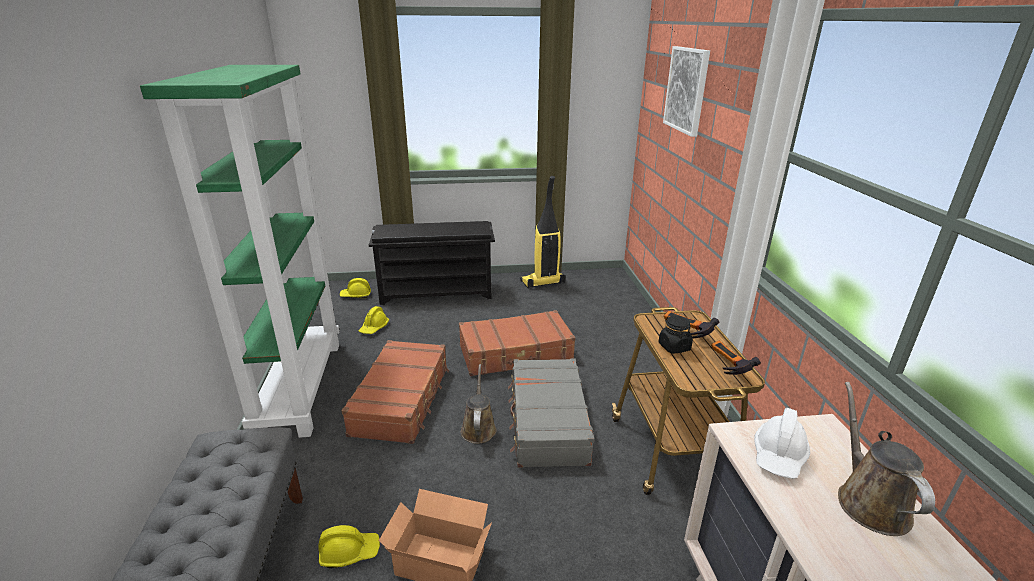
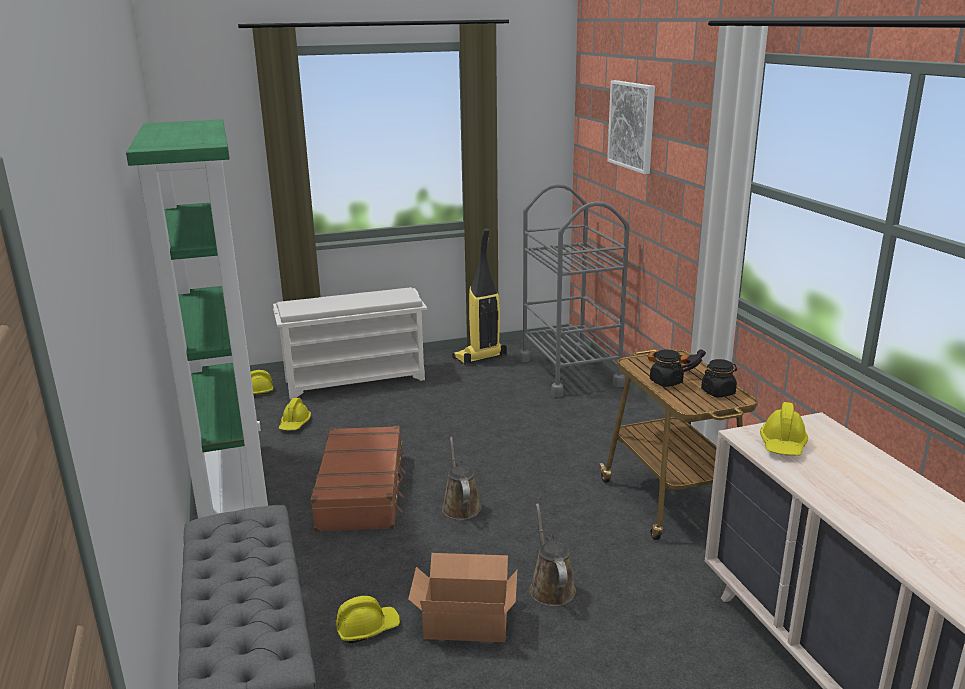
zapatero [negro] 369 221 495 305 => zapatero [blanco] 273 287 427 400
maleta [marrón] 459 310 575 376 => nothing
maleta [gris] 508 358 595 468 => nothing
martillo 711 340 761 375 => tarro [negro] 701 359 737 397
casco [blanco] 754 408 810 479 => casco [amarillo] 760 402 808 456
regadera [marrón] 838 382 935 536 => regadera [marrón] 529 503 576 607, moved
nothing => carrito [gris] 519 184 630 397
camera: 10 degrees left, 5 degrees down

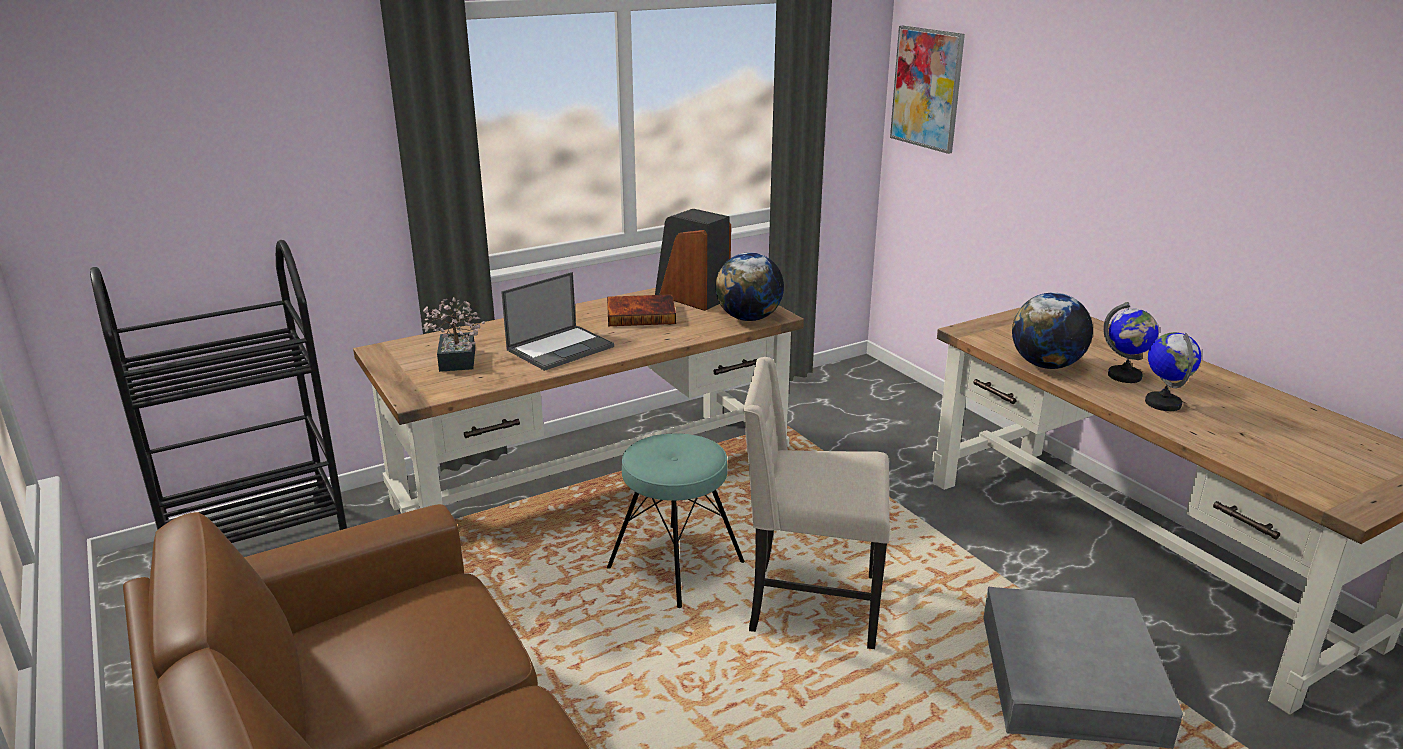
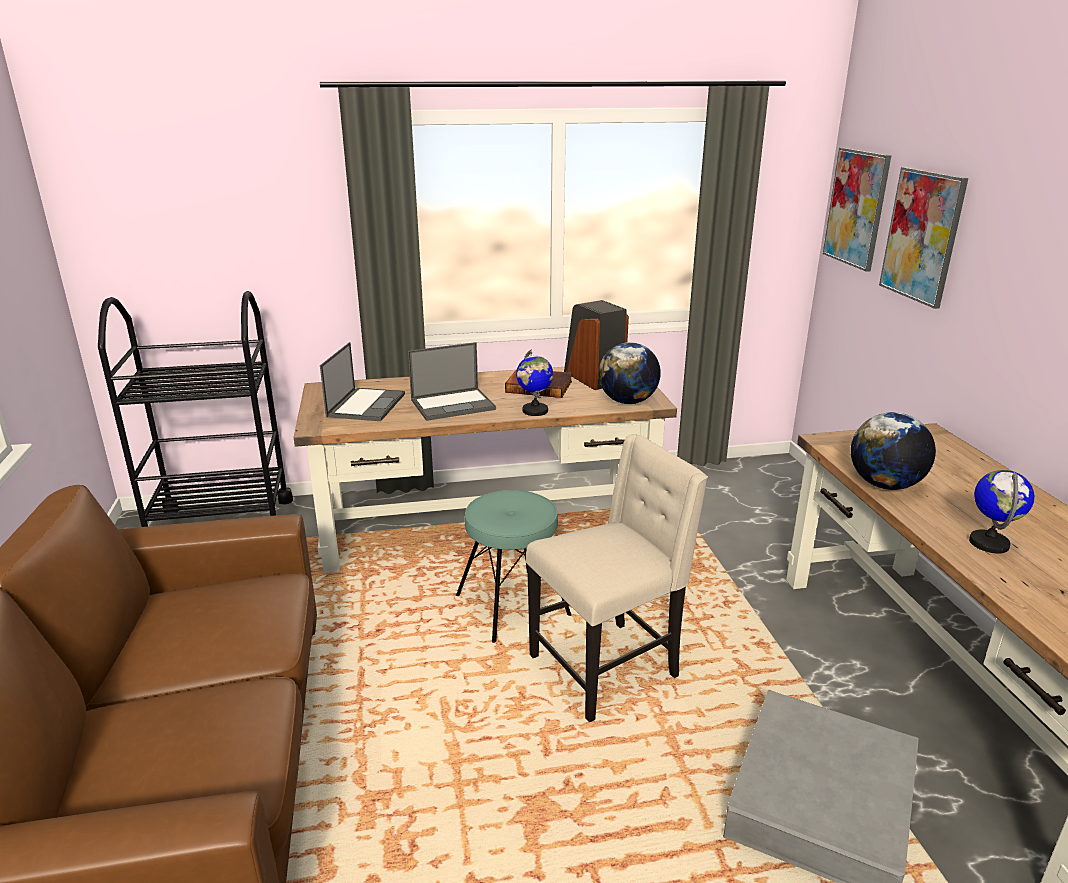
planta en maceta 423 297 485 372 => portátil 320 342 405 421
silla [beis] 743 357 890 649 => silla [beis] 526 434 708 723, 120 degrees clockwise
globo terráqueo 1103 302 1159 383 => globo terráqueo 516 349 553 416, moved
nothing => cuadro 879 167 968 309
camera: 20 degrees right, 0 degrees up

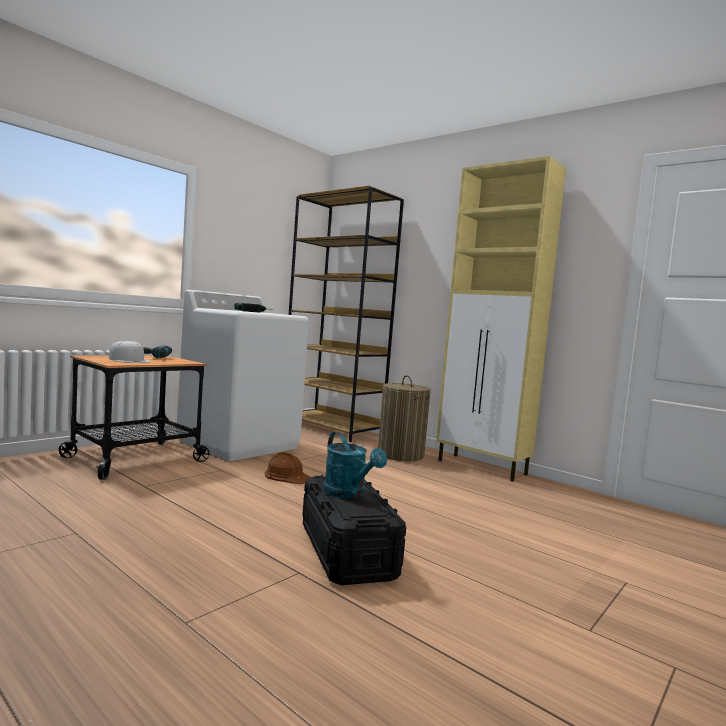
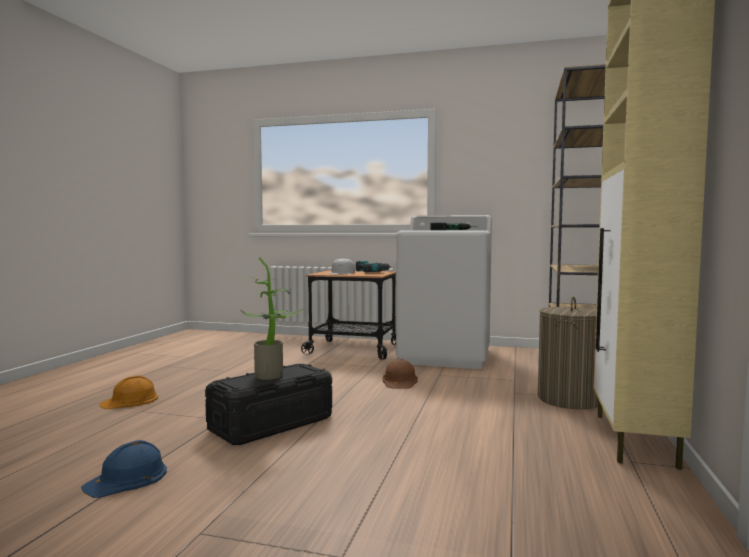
regadera [turquesa] 324 432 387 498 => planta en maceta 240 257 304 380
nothing => casco [azul] 81 440 167 498
nothing => casco [naranja] 99 376 158 409
camera: 65 degrees right, 0 degrees up

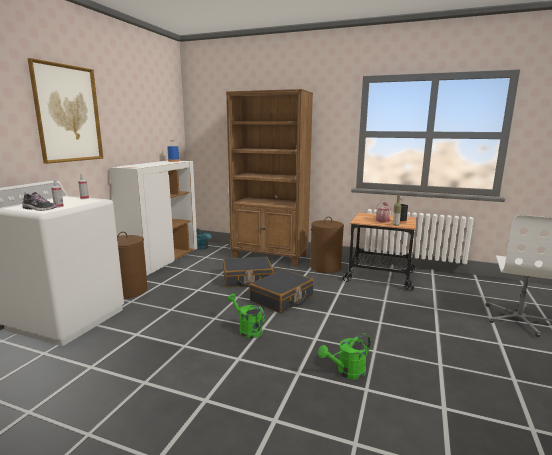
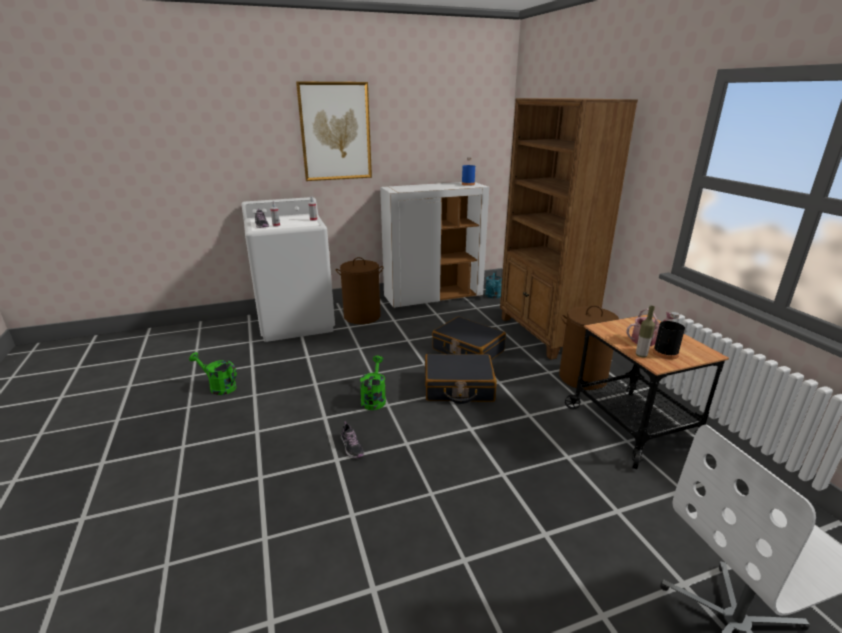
regadera [verde] 318 333 371 380 => regadera [verde] 189 352 237 395, moved
nothing => zapato 340 421 364 458
camera: 50 degrees right, 10 degrees up

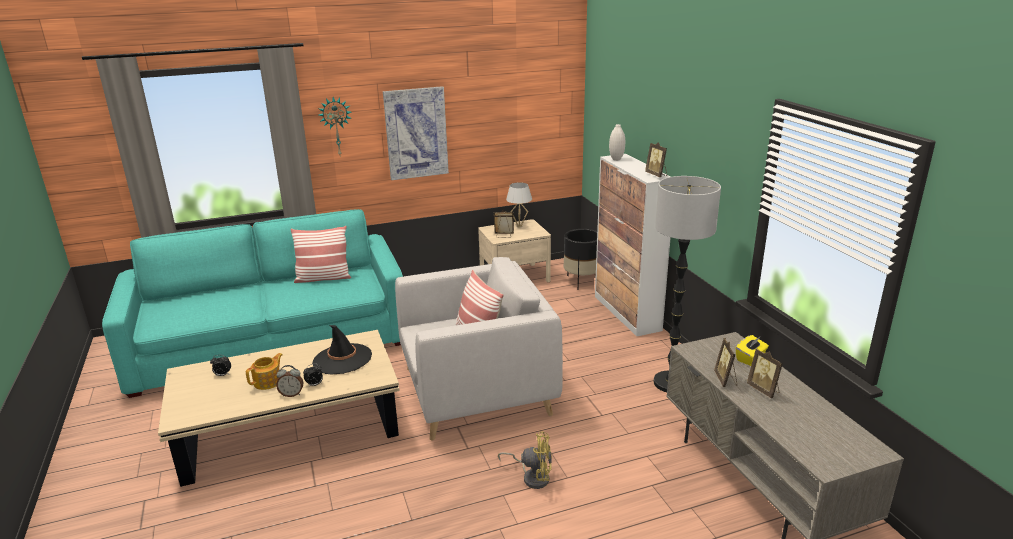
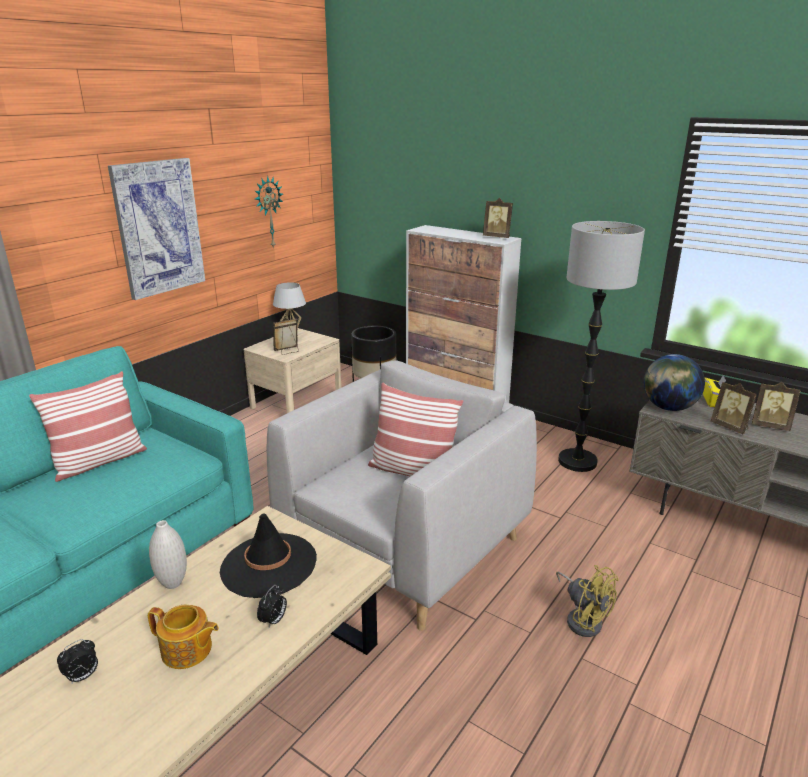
tetera 246 353 283 390 => tetera 148 605 219 669, 105 degrees clockwise
despertador 276 365 303 397 => nothing
reloj de pared 318 97 352 155 => reloj de pared 255 175 283 249, moved
ventilador [amarillo] 498 431 552 489 => ventilador [amarillo] 556 565 619 637, 75 degrees clockwise
florero [blanco] 609 124 625 161 => florero [blanco] 149 520 187 589, moved
nothing => globo terráqueo 643 354 705 411
camera: 35 degrees left, 0 degrees up

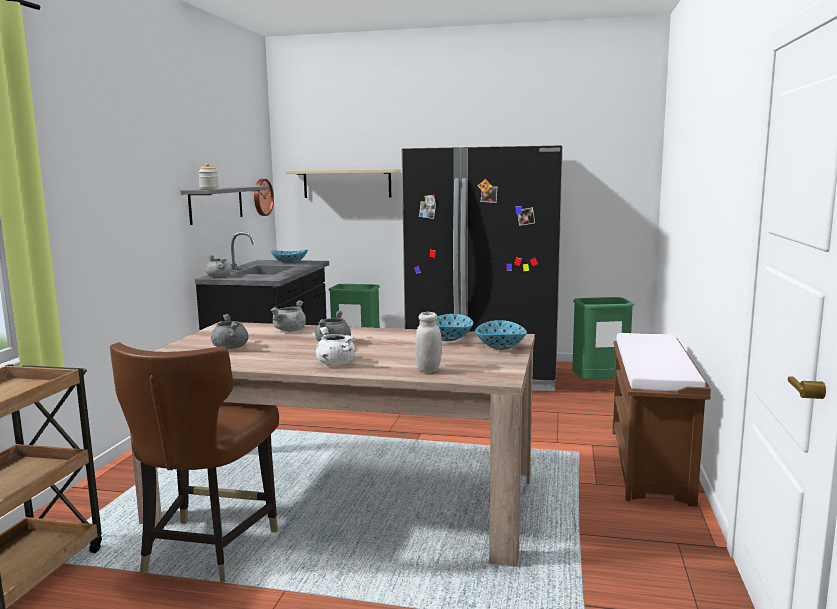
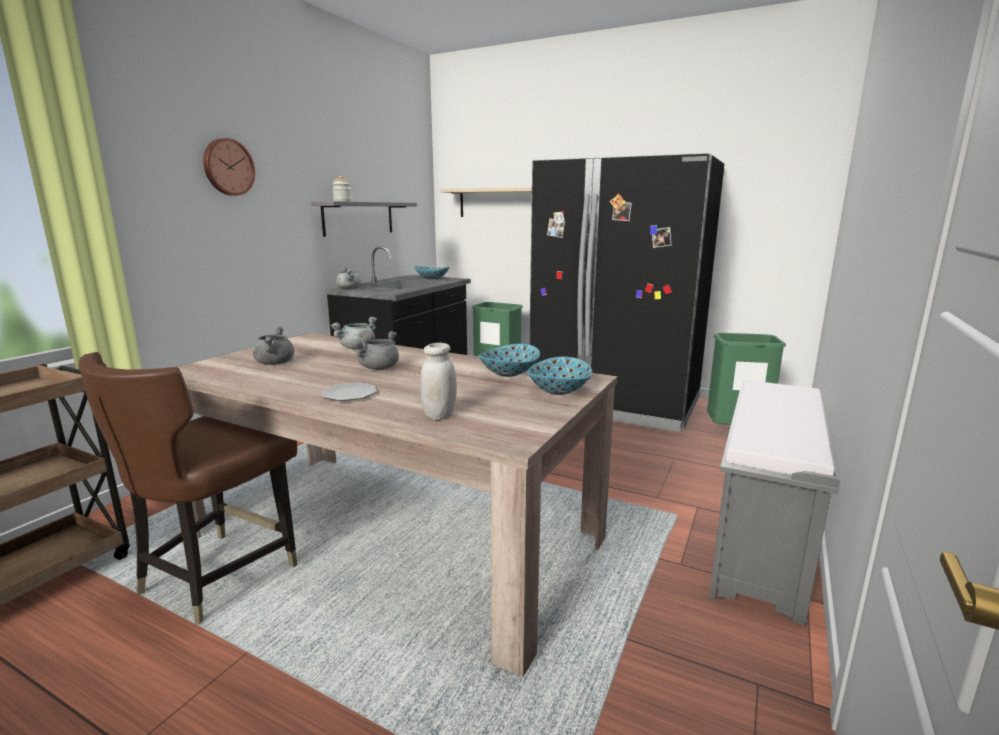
reloj de pared 254 179 274 216 => reloj de pared 203 138 255 196, moved
olla [blanco] 316 327 356 365 => plato 322 382 377 401
banco [marrón] 612 333 711 507 => banco [gris] 709 380 841 626
camera: 15 degrees right, 5 degrees up

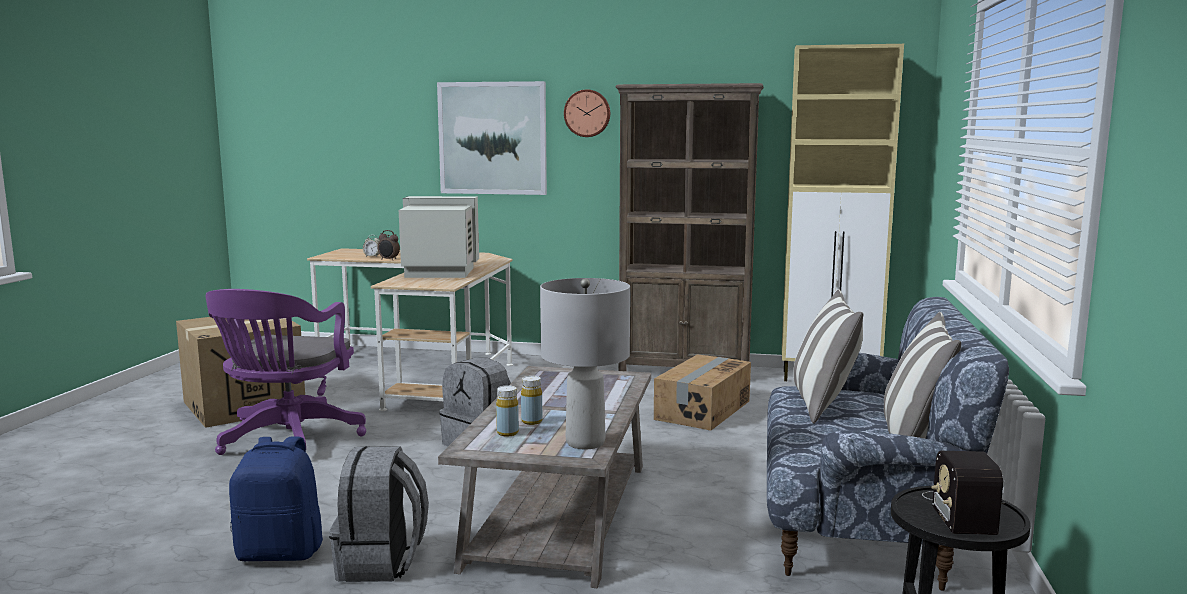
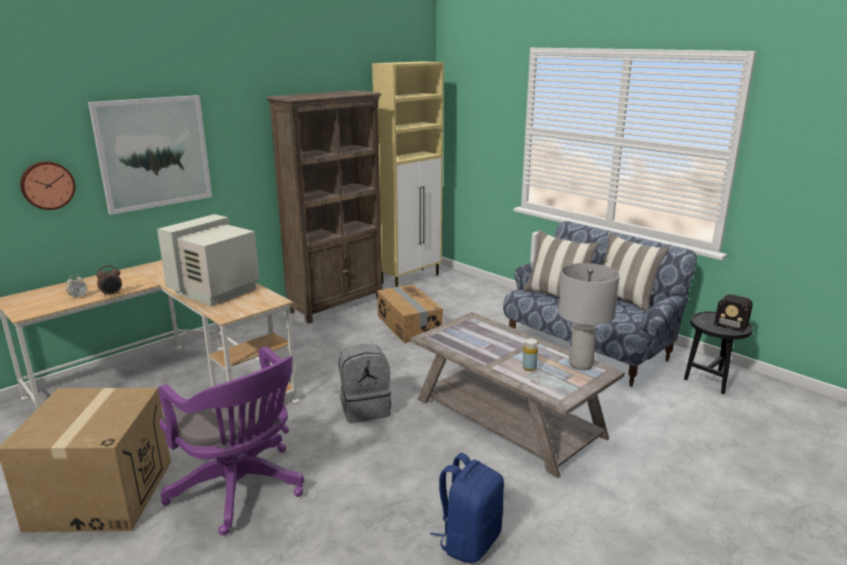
mochila [gris] 329 446 429 582 => nothing
botella [amarillo] 496 385 519 436 => nothing
reloj de pared 564 89 610 137 => reloj de pared 20 161 75 210, moved
camera: 55 degrees left, 10 degrees up

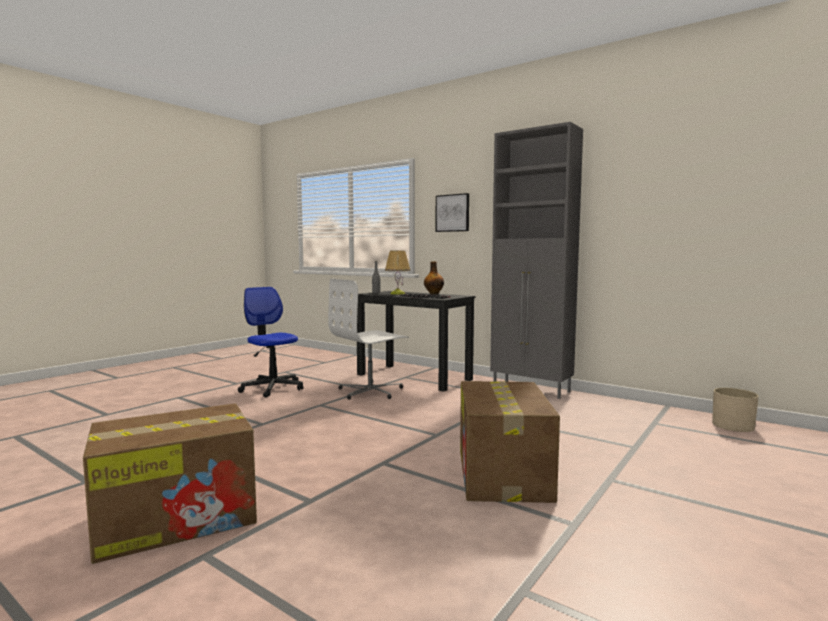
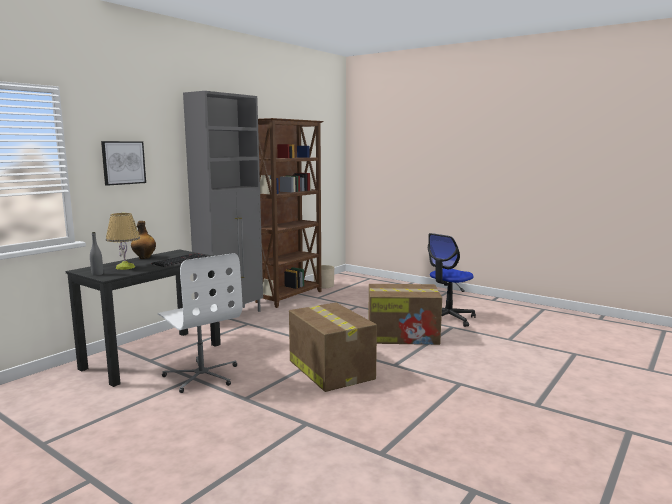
caja de cartón 83 403 257 564 => caja de cartón 289 303 377 392, moved
silla de oficina 238 287 303 397 => silla de oficina 428 233 476 327, moved
nothing => estantería [marrón] 255 118 324 308
camera: 90 degrees left, 5 degrees up

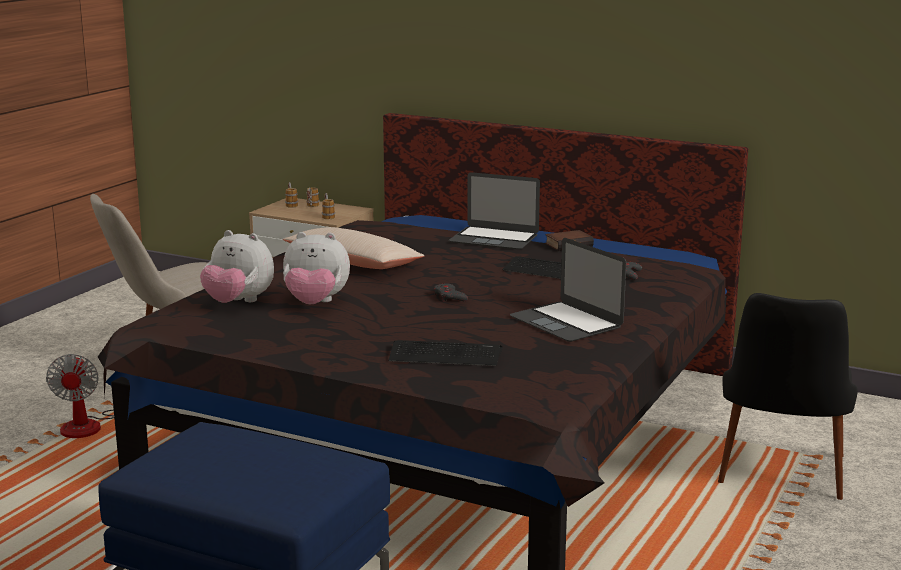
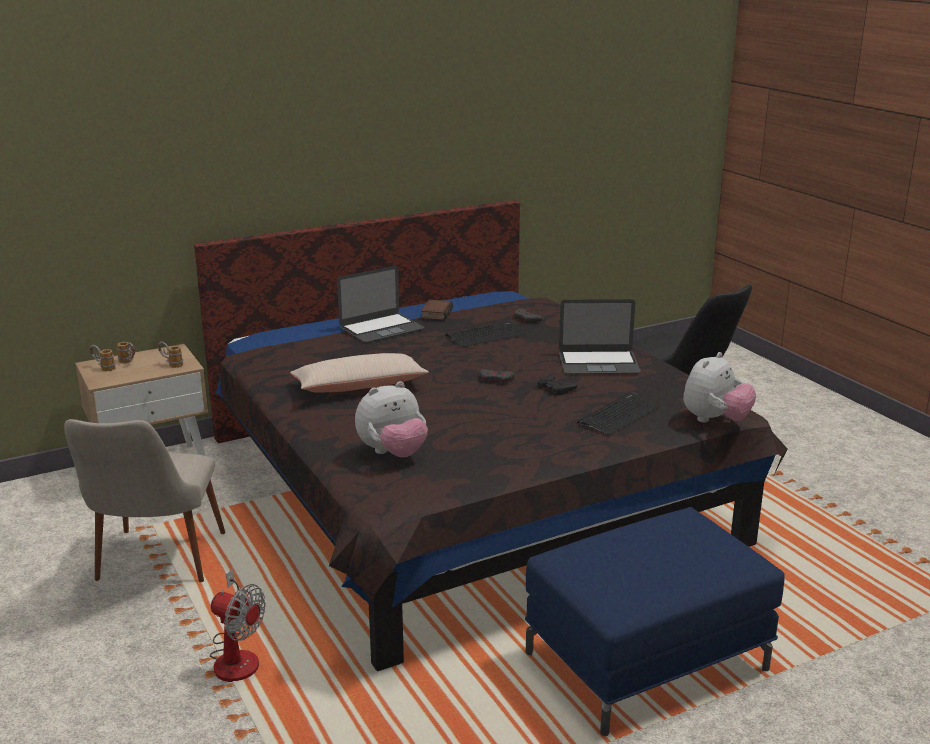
peluche 283 232 350 304 => peluche 683 352 756 423, moved
nothing => mando de consola [negro] 537 373 577 396
camera: 55 degrees left, 5 degrees up

